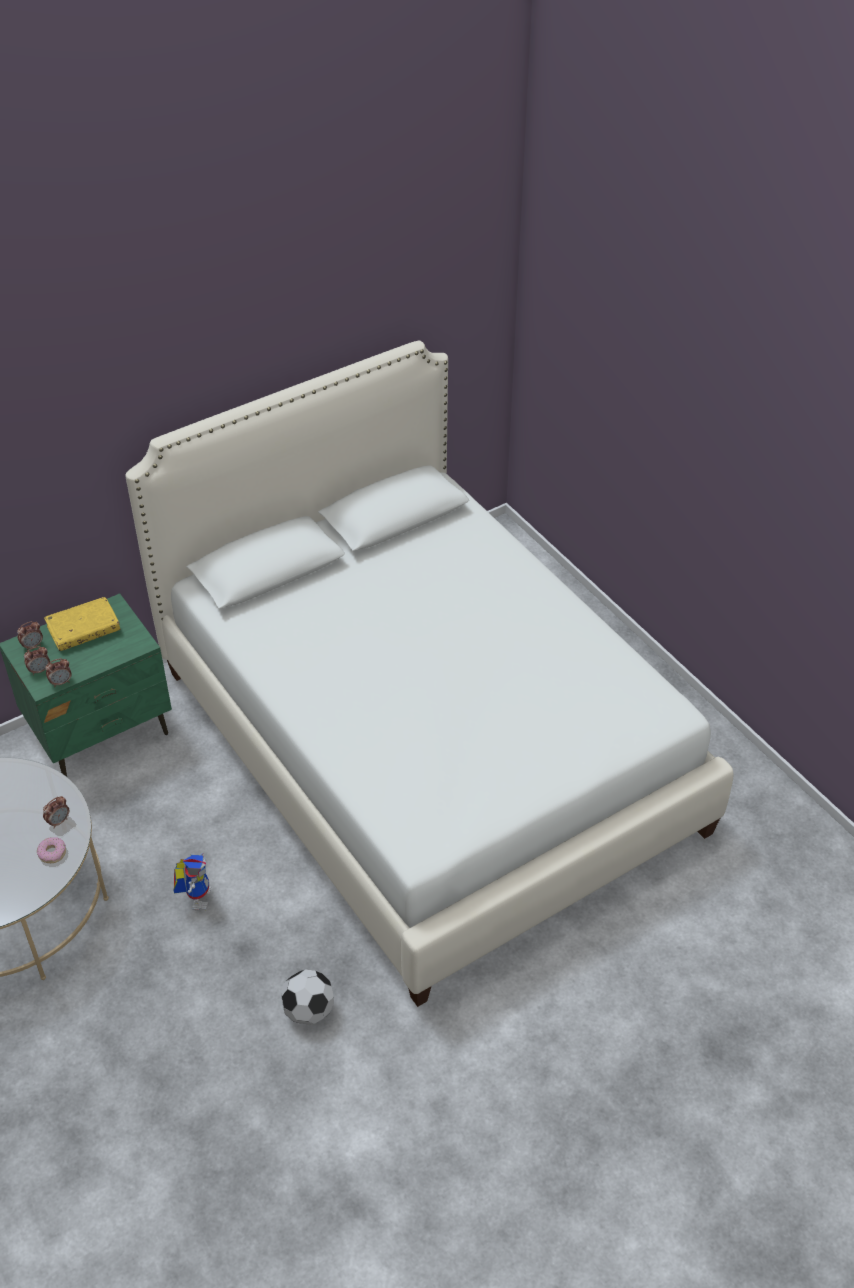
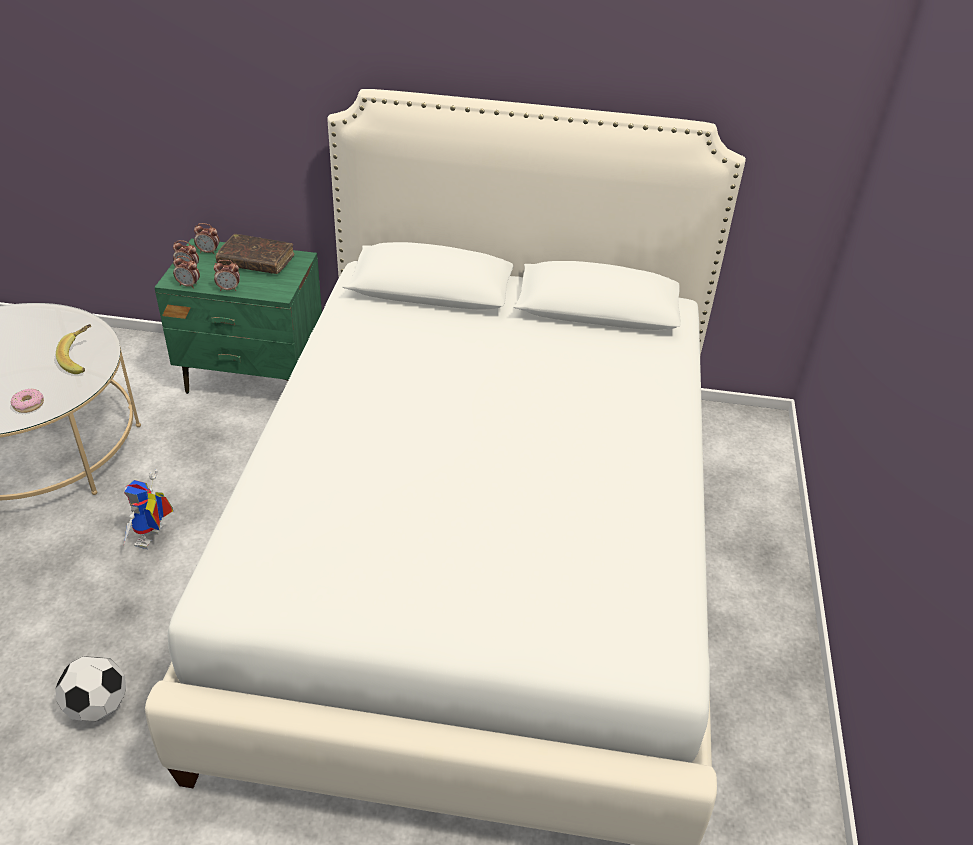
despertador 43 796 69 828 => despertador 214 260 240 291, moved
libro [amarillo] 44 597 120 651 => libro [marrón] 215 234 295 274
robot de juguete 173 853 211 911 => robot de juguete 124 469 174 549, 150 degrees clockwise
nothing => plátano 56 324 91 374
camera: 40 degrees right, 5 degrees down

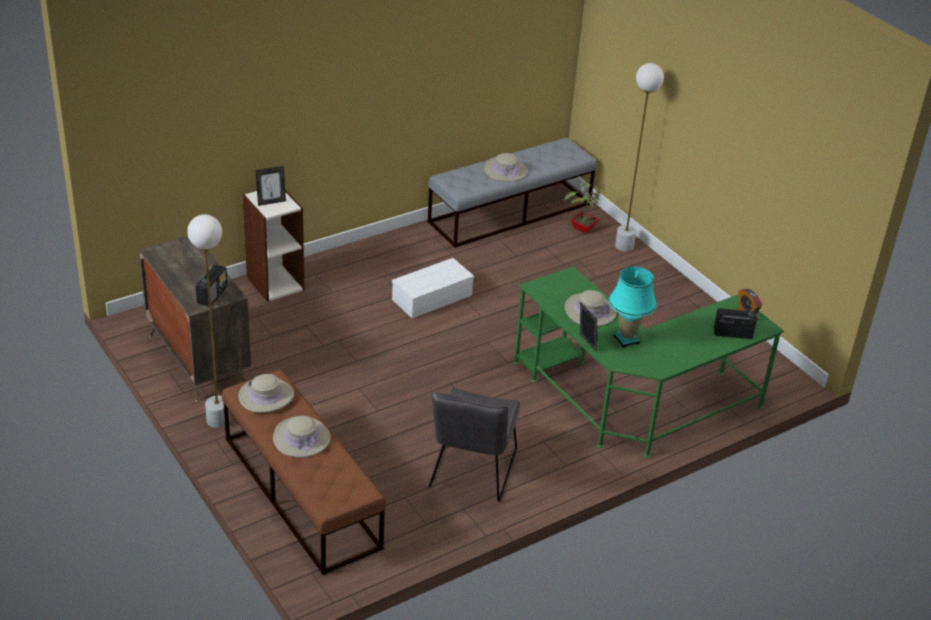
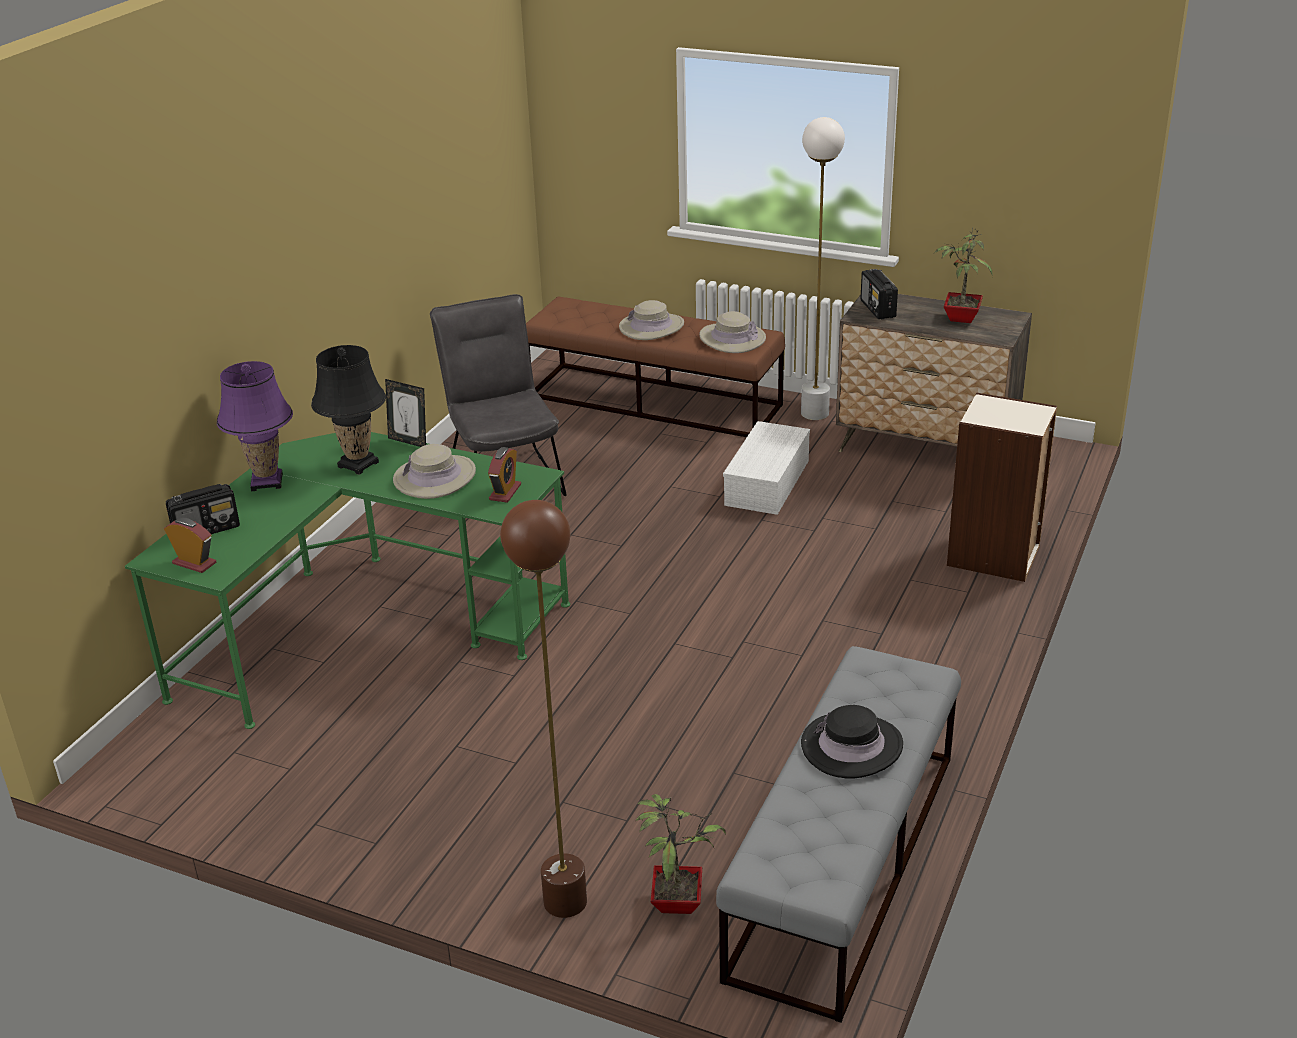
portarretratos 256 166 286 206 => nothing
caja de almacenaje [blanco] 392 258 474 318 => caja de almacenaje [blanco] 723 421 810 515, moved
sombrero [beis] 484 153 528 182 => sombrero [negro] 801 705 903 778
lámpara de mesa [turquesa] 608 267 657 348 => lámpara de mesa [negro] 311 345 386 475
lámpara de pie [blanco] 615 63 664 252 => lámpara de pie [marrón] 500 500 587 918
nothing => lámpara de mesa [morado] 217 361 293 491
nothing => despertador 488 447 521 503
nothing => planta en maceta 934 228 993 323
camera: 150 degrees right, 5 degrees down

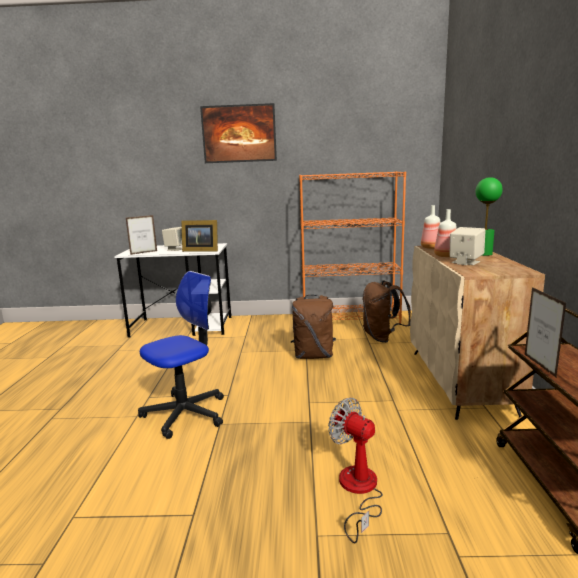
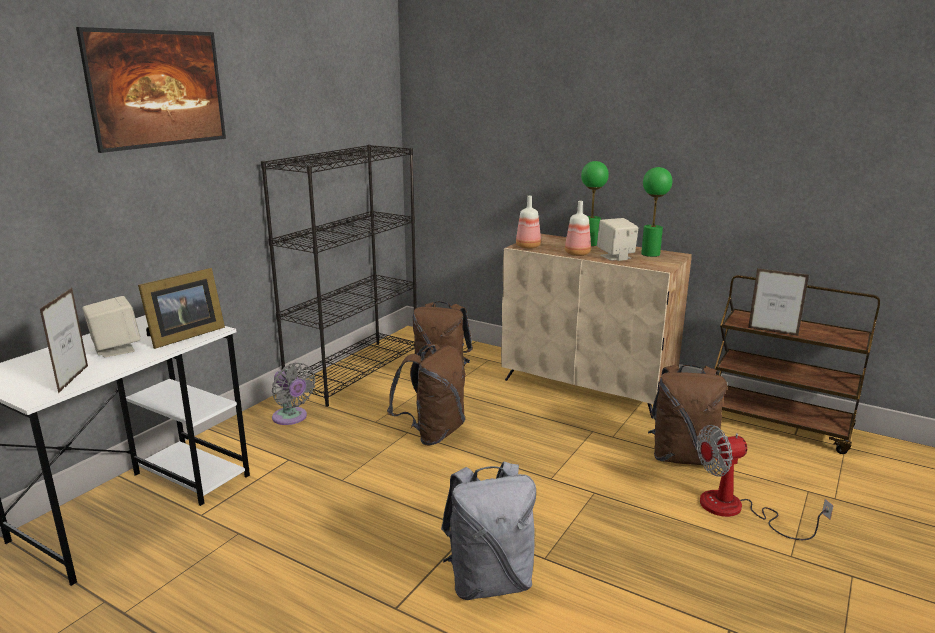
silla de oficina 138 271 224 439 => mochila [gris] 441 462 536 600
estantería [naranja] 299 171 406 324 => estantería [negro] 261 145 417 407
nothing => ventilador [gris] 272 363 316 425
nothing => lámpara de mesa [verde] 641 167 672 257
nothing => mochila [marrón] 648 364 727 465
camera: 60 degrees left, 5 degrees up

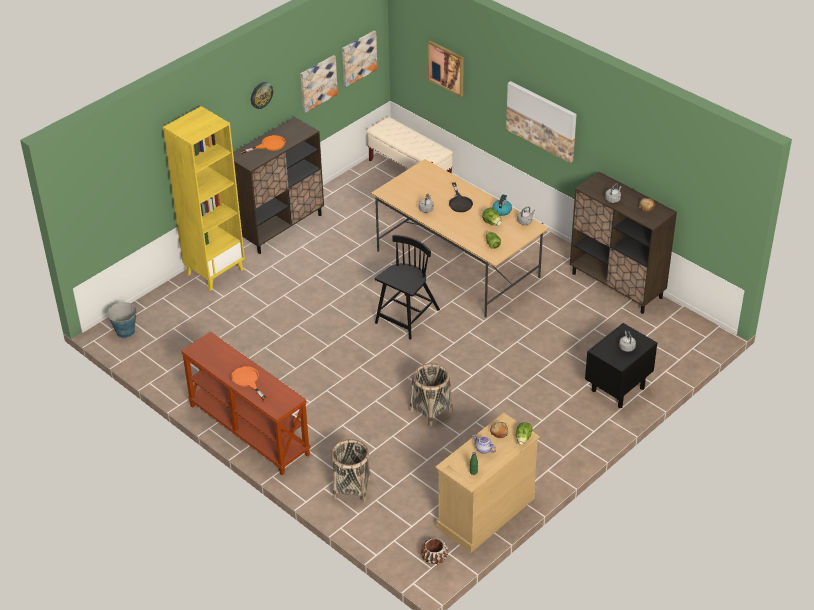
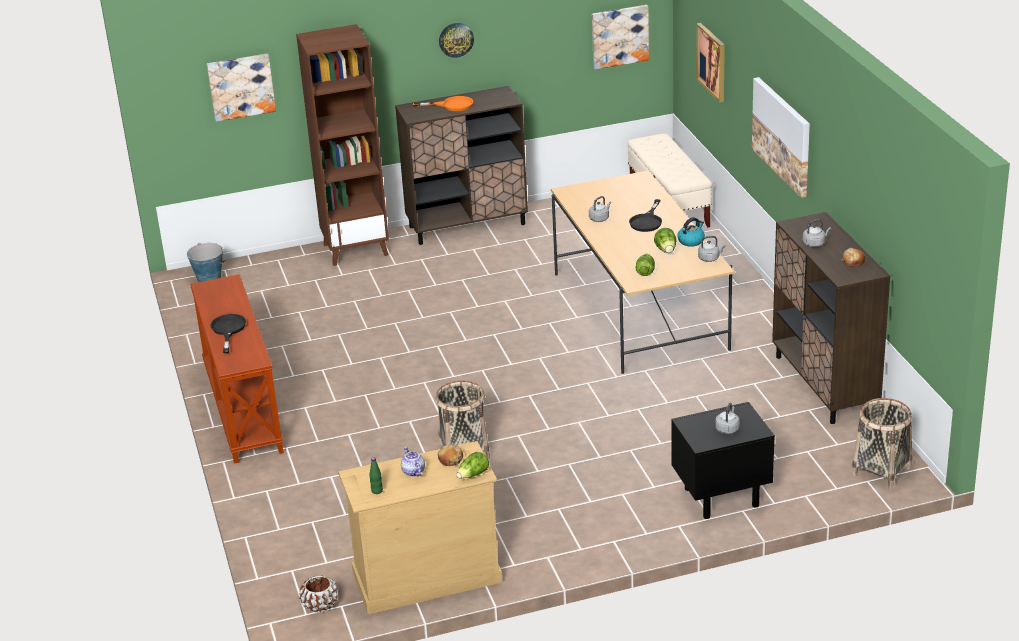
estantería [amarillo] 163 106 245 291 => estantería [marrón] 296 24 389 266
sartén [naranja] 231 366 267 401 => sartén [negro] 210 314 246 353
cuadro 301 55 338 113 => cuadro 207 54 276 122, moved
cesta 331 439 371 502 => cesta 851 398 912 489, moved
silla [negro] 375 235 440 340 => nothing
camera: 30 degrees right, 10 degrees down

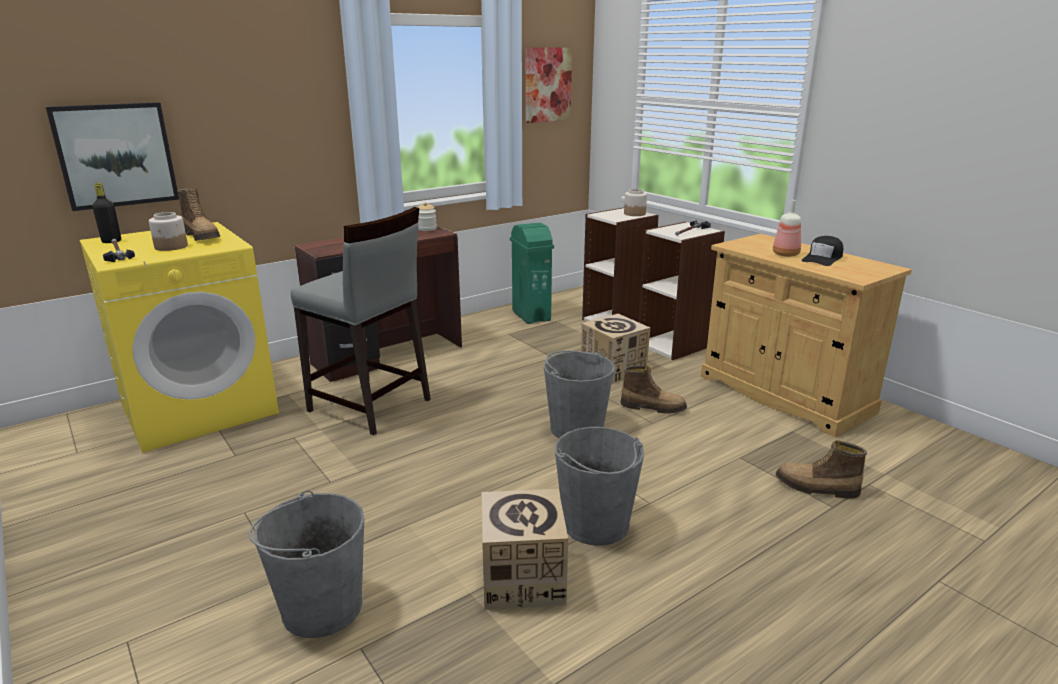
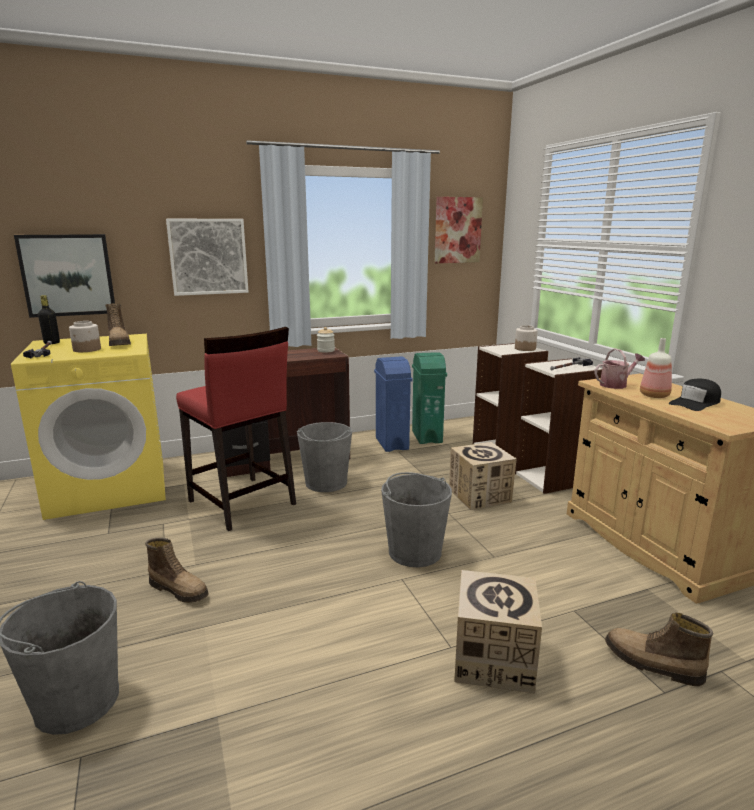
taburete [gris] 291 207 431 435 => taburete [rojo] 176 327 296 531
caja de cartón 481 489 568 610 => caja de cartón 454 570 542 694, moved
cubo [gris] 555 427 644 546 => cubo [gris] 297 422 352 492, moved
bota 621 365 687 414 => bota 145 538 209 603, moved
nothing => cuadro 166 219 248 296
nothing => papelera [azul] 374 357 412 452
nothing => regadera 594 348 645 389
camera: 15 degrees right, 5 degrees down

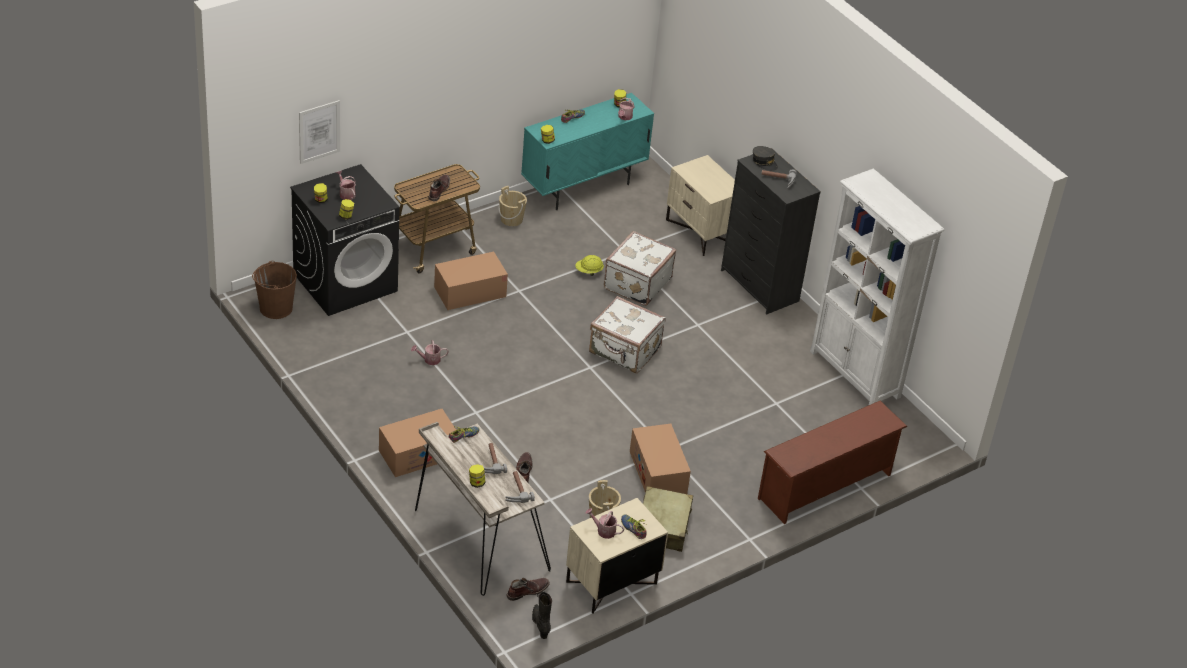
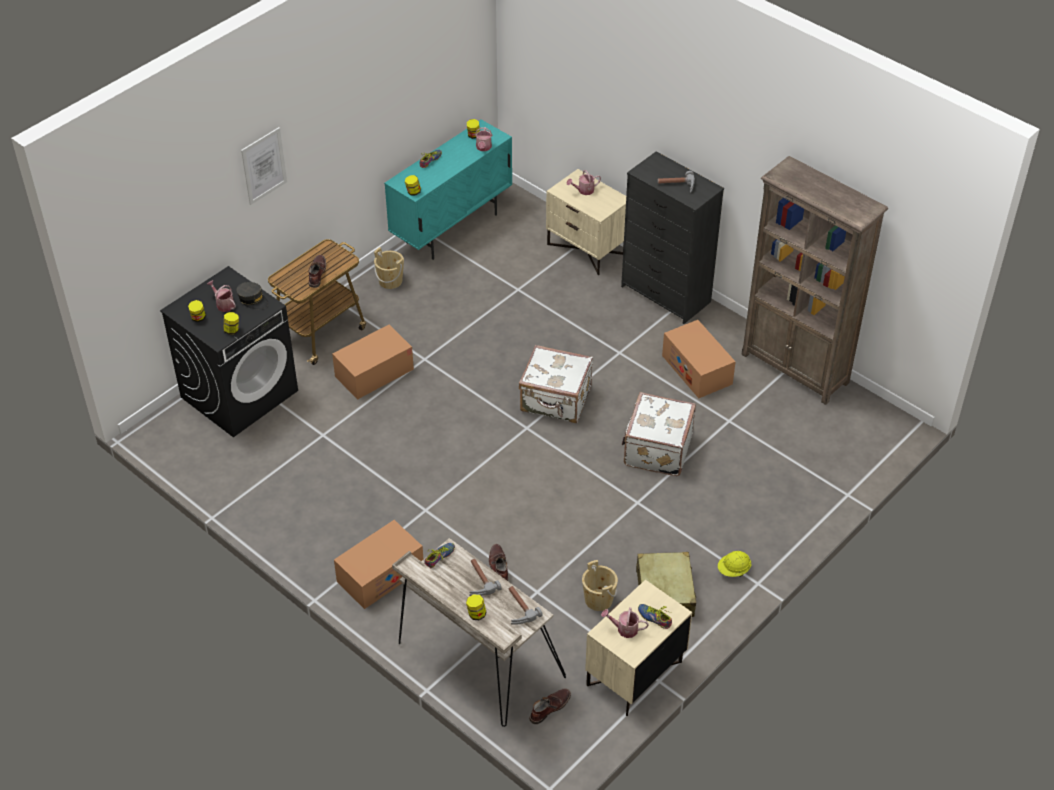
cubo [marrón] 252 261 297 319 => nothing
cuadro 299 100 340 164 => cuadro 241 127 287 205, moved
regadera 411 340 448 365 => regadera 566 170 601 195, moved
bota [negro] 532 592 552 639 => nothing
casco [amarillo] 575 255 604 276 => casco [amarillo] 718 551 751 577, moved
maleta [blanco] 604 231 676 306 => maleta [blanco] 622 392 696 476, moved
caja de cartón 630 424 691 494 => caja de cartón 662 320 736 398, moved
gorra [gris] 753 146 778 171 => gorra [gris] 236 282 269 309, moved
zapatero [marrón] 758 401 907 524 => nothing
estantería [blanco] 810 169 944 405 => estantería [marrón] 741 156 888 405
camera: 10 degrees left, 5 degrees up

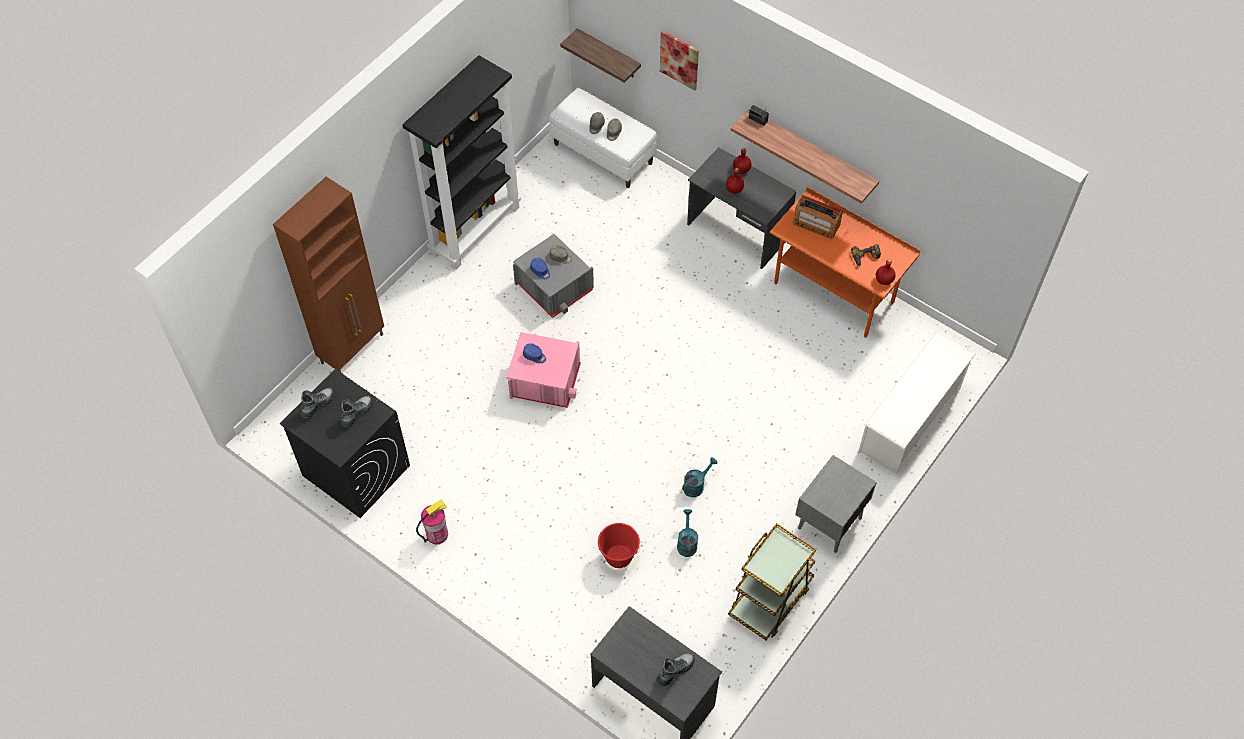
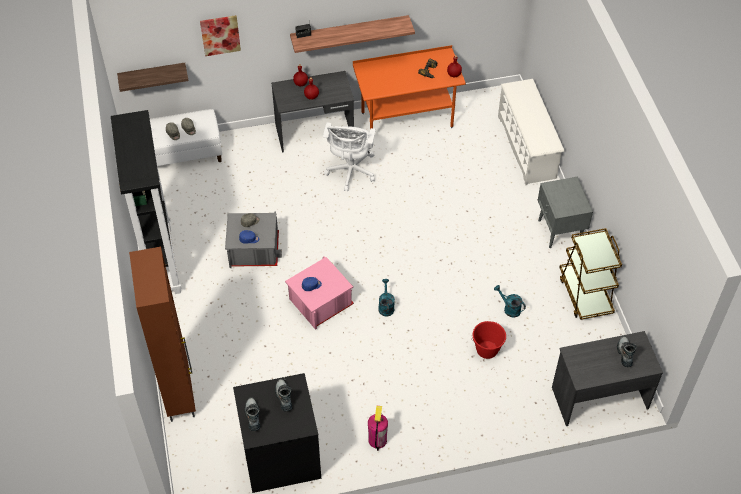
regadera [turquesa] 682 457 718 497 => regadera [turquesa] 378 279 395 317, moved
radio 793 195 843 239 => nothing
nothing => silla de oficina [blanco] 323 123 376 191
camera: 50 degrees left, 5 degrees down

